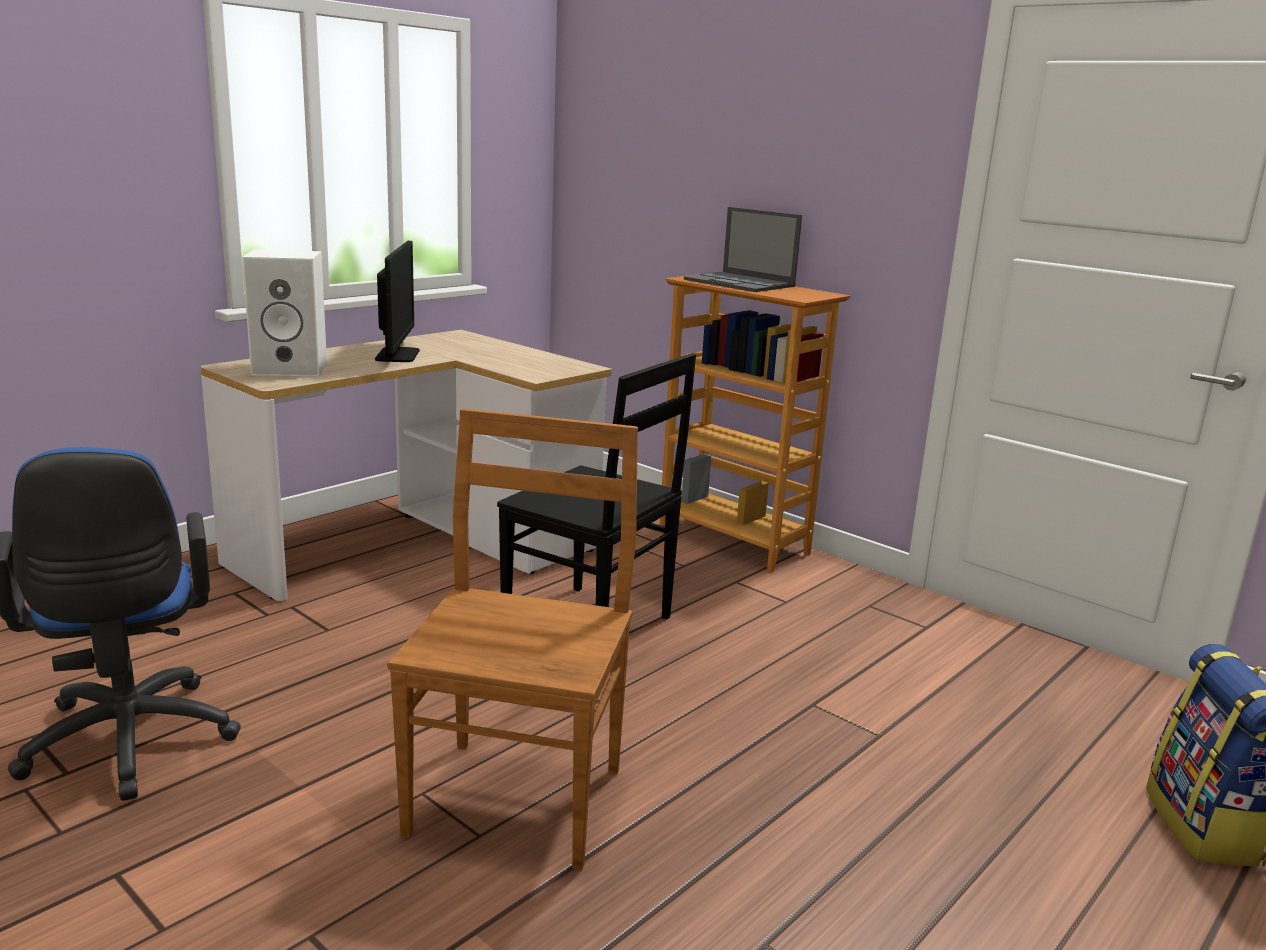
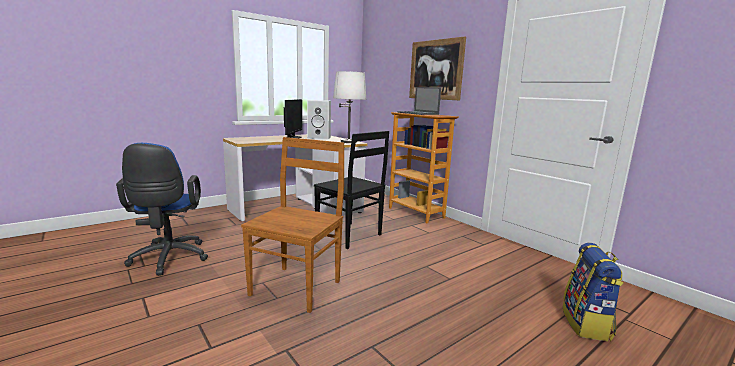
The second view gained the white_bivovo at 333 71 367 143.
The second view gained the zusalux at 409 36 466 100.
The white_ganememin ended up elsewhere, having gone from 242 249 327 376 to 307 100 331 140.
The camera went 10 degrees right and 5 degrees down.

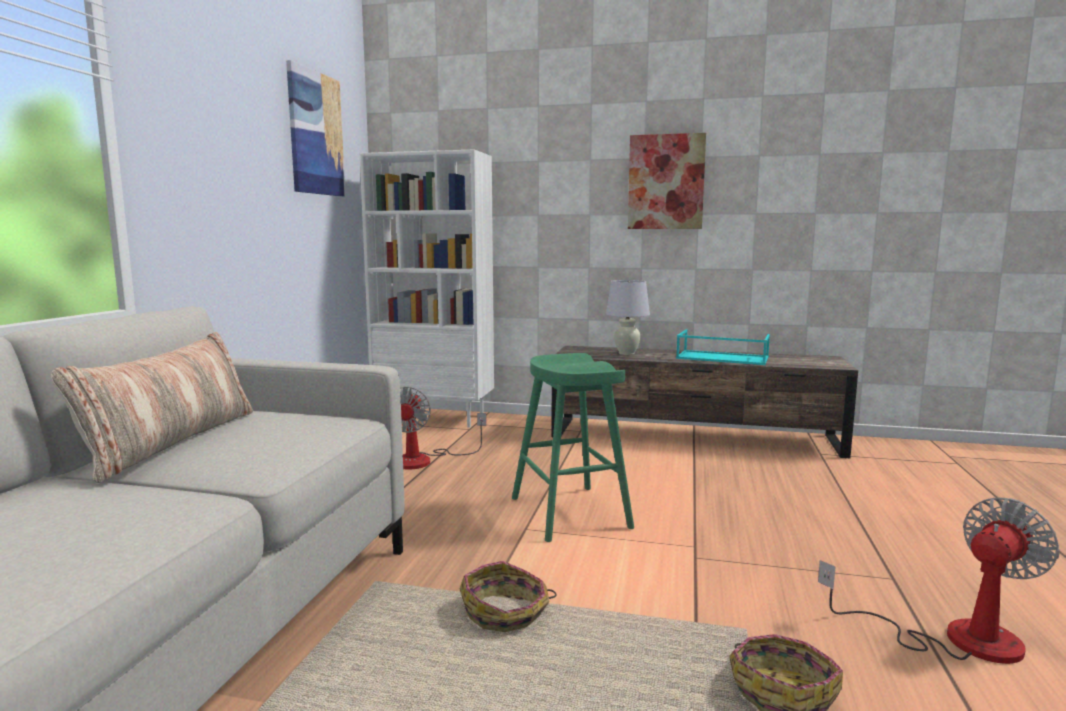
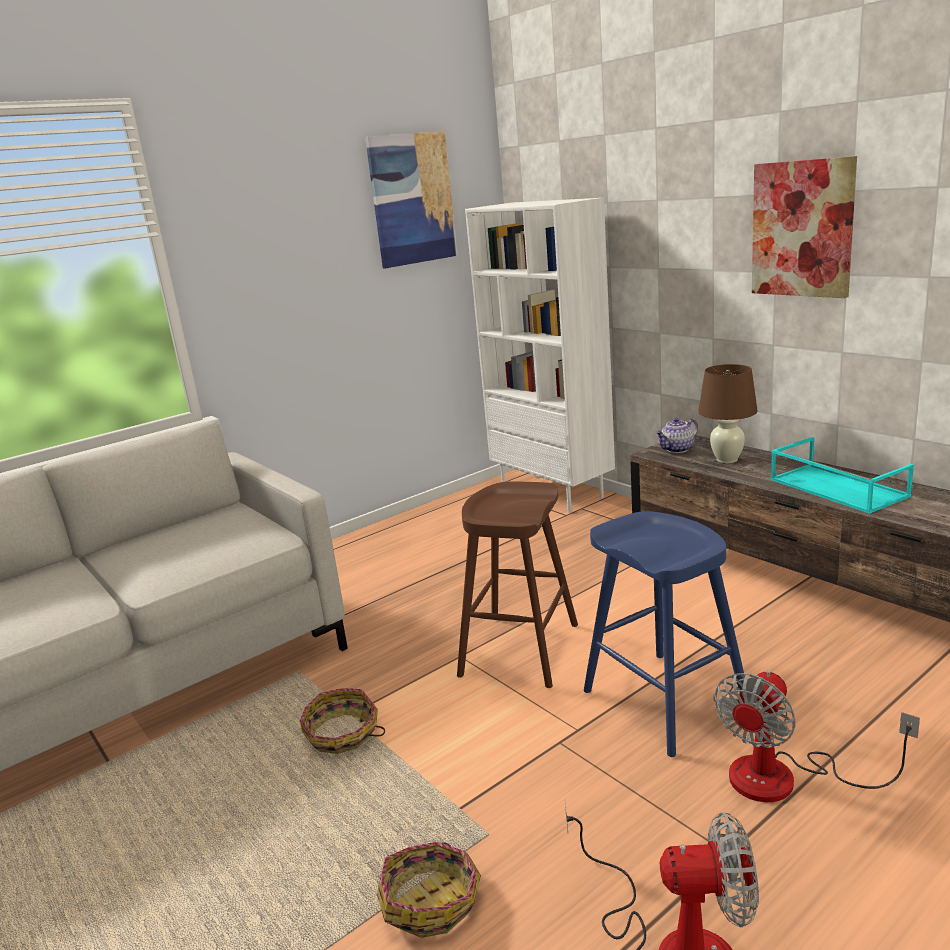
The second view lost the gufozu at 51 332 253 483.
The second view gained the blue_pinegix at 584 511 744 757.
The second view gained the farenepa at 655 418 698 453.
The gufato ended up elsewhere, having gone from 400 387 486 470 to 714 670 920 802.
What was the green_pinegix at 512 353 634 542 turned into the brown_pinegix at 457 481 578 688.
What was the white_bivovo at 606 280 650 355 turned into the brown_bivovo at 698 364 758 463.
The camera went 40 degrees right and 10 degrees up.

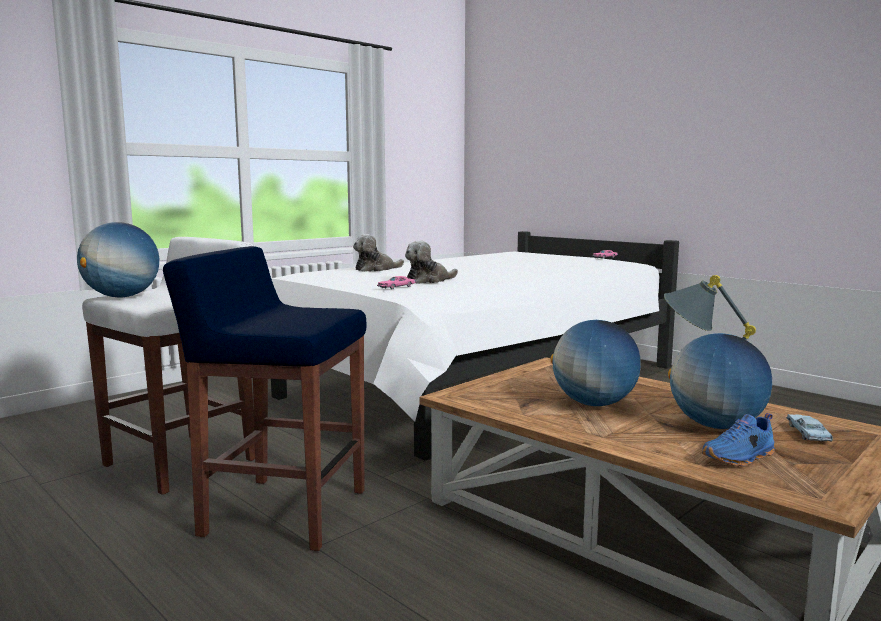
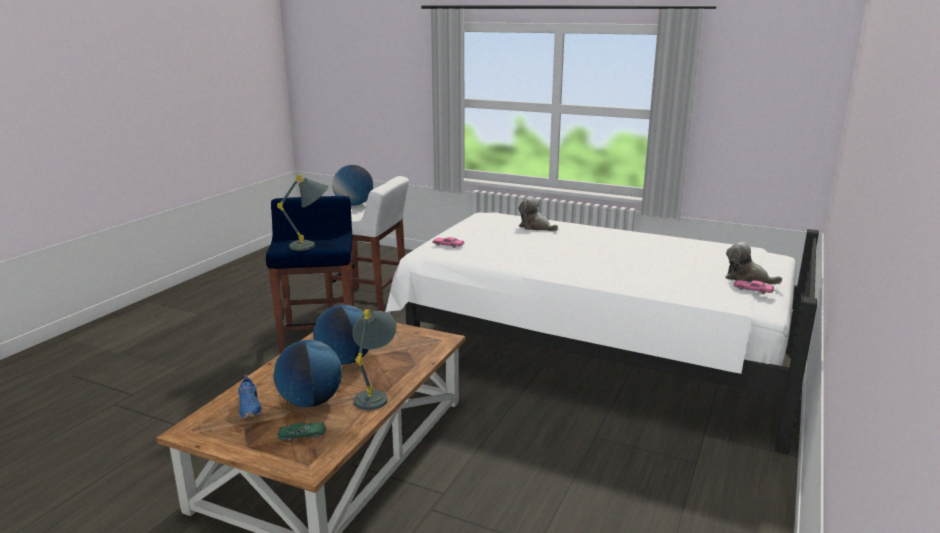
The second view gained the grey_bivovo at 277 174 328 251.
The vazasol ended up elsewhere, having gone from 405 240 458 284 to 725 242 782 284.
What was the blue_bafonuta at 786 414 833 442 turned into the green_bafonuta at 277 422 326 441.
The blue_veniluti at 702 413 775 467 ended up facing another way, 150 degrees counterclockwise from before.
The camera went 70 degrees right and 10 degrees up.

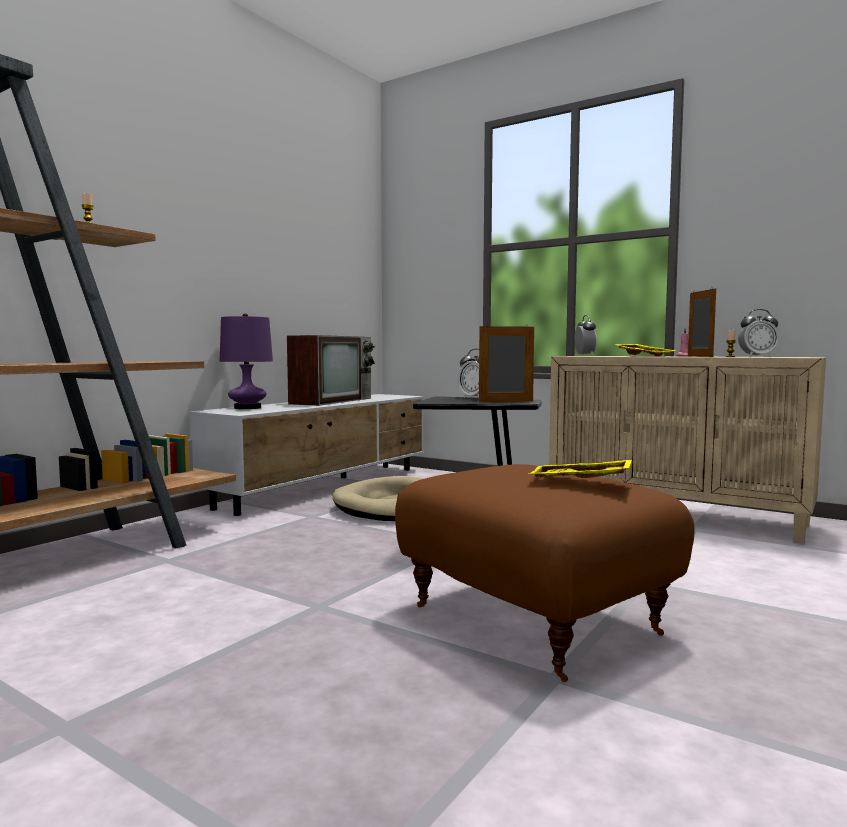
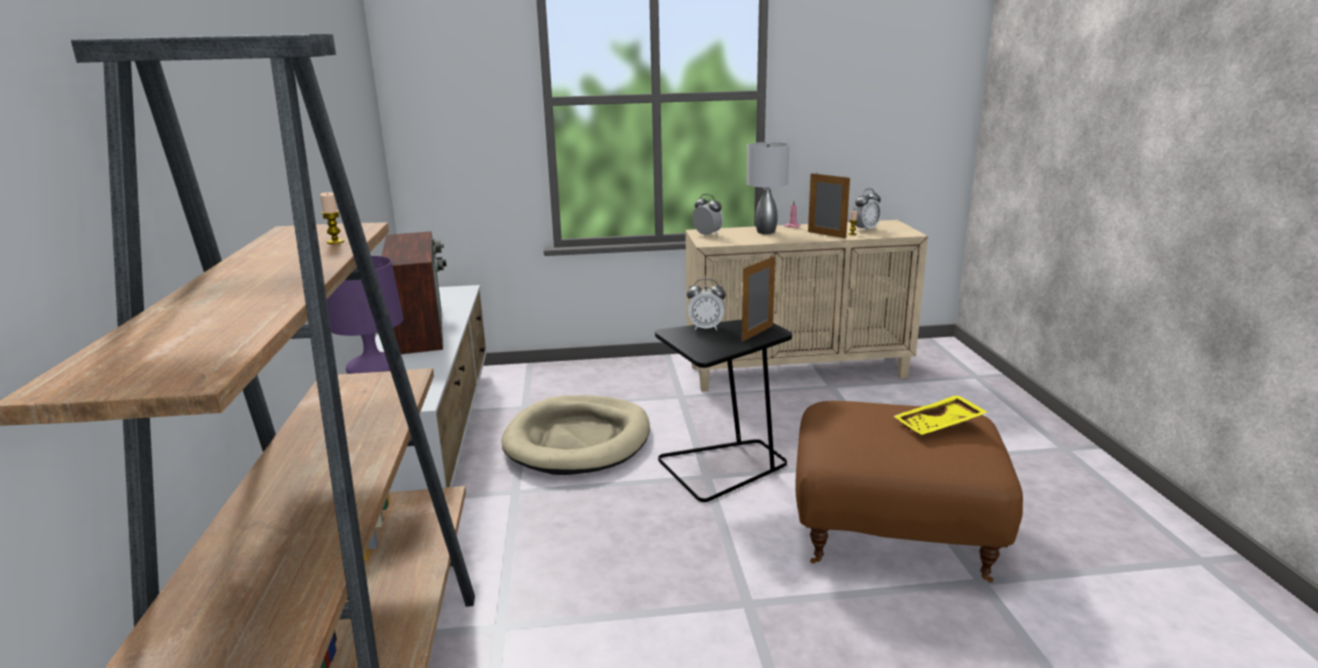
Where the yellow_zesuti stood at 613 344 677 356, the grey_bivovo came to stand at 747 142 790 234.
The camera went 40 degrees left and 15 degrees up.

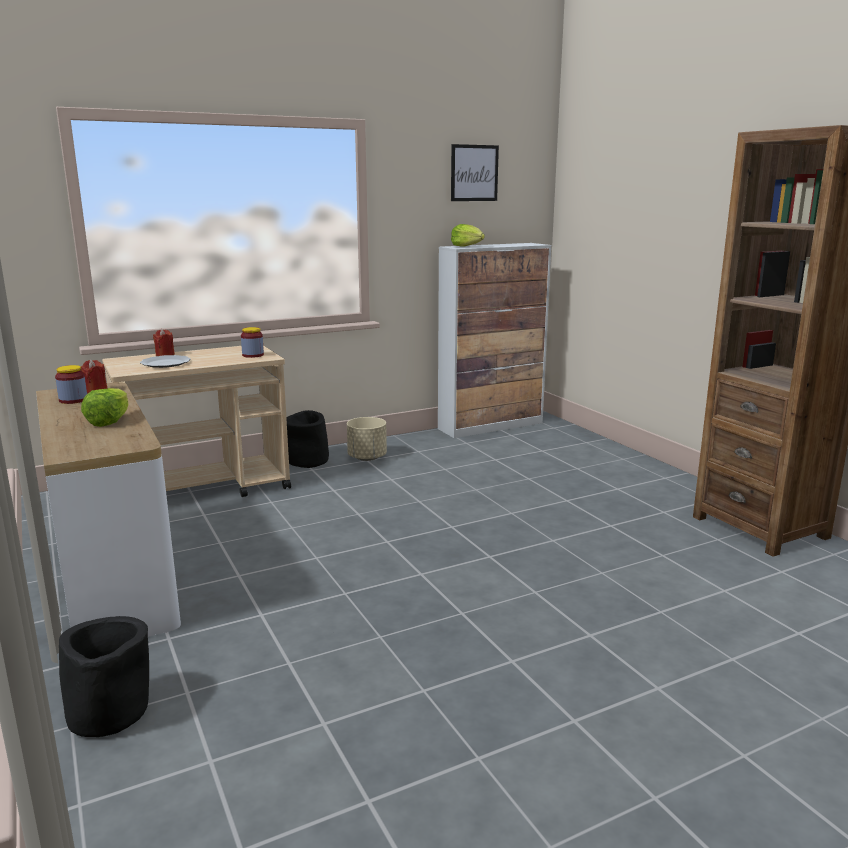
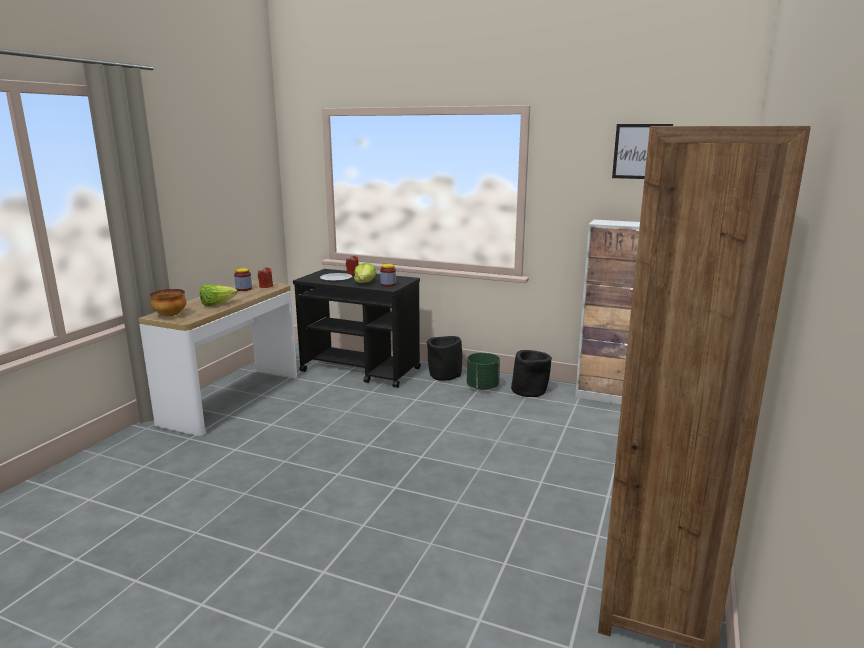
The second view gained the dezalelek at 150 289 187 316.
The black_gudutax ended up elsewhere, having gone from 59 616 149 737 to 511 350 552 397.
The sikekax ended up elsewhere, having gone from 451 224 485 247 to 354 263 377 283.
What was the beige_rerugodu at 102 345 291 497 turned into the black_rerugodu at 293 269 421 388.
What was the beige_gudutax at 347 417 387 461 turned into the green_gudutax at 467 353 500 390.
The camera went 50 degrees right and 0 degrees up.

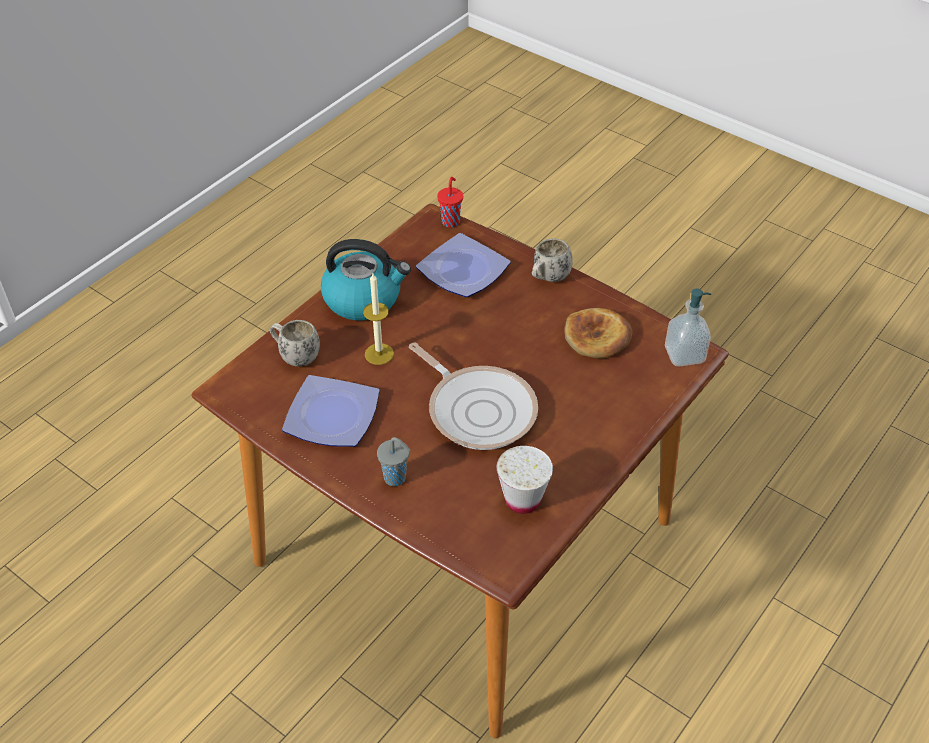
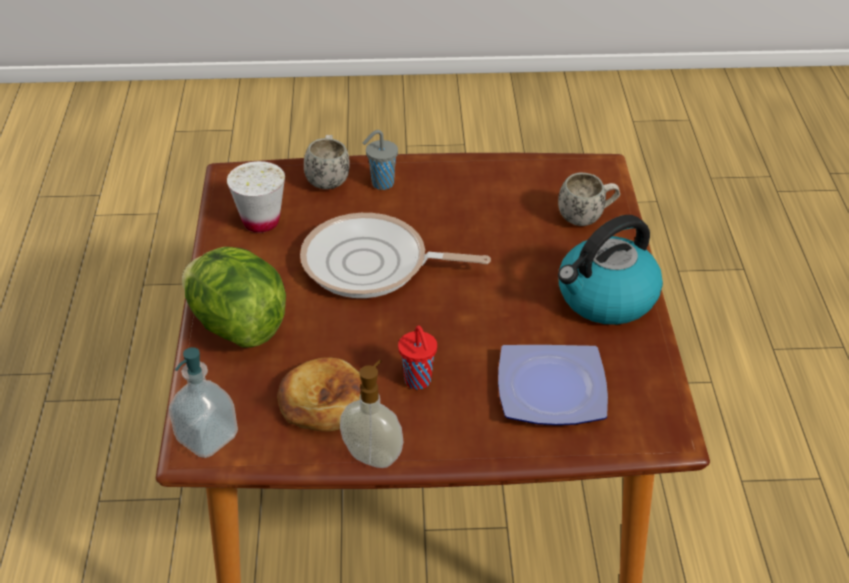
The second view lost the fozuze at 282 375 380 447.
The second view lost the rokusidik at 363 274 394 365.
The second view gained the sikekax at 182 247 286 347.
The second view gained the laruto at 340 360 403 468.
The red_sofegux ended up elsewhere, having gone from 437 177 463 227 to 398 325 437 390.
The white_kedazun ended up elsewhere, having gone from 532 238 573 282 to 304 135 350 189.
The camera went 140 degrees right and 5 degrees down.

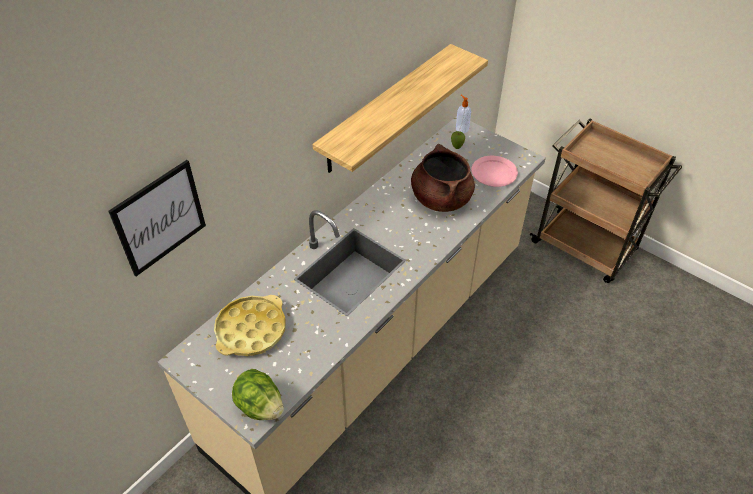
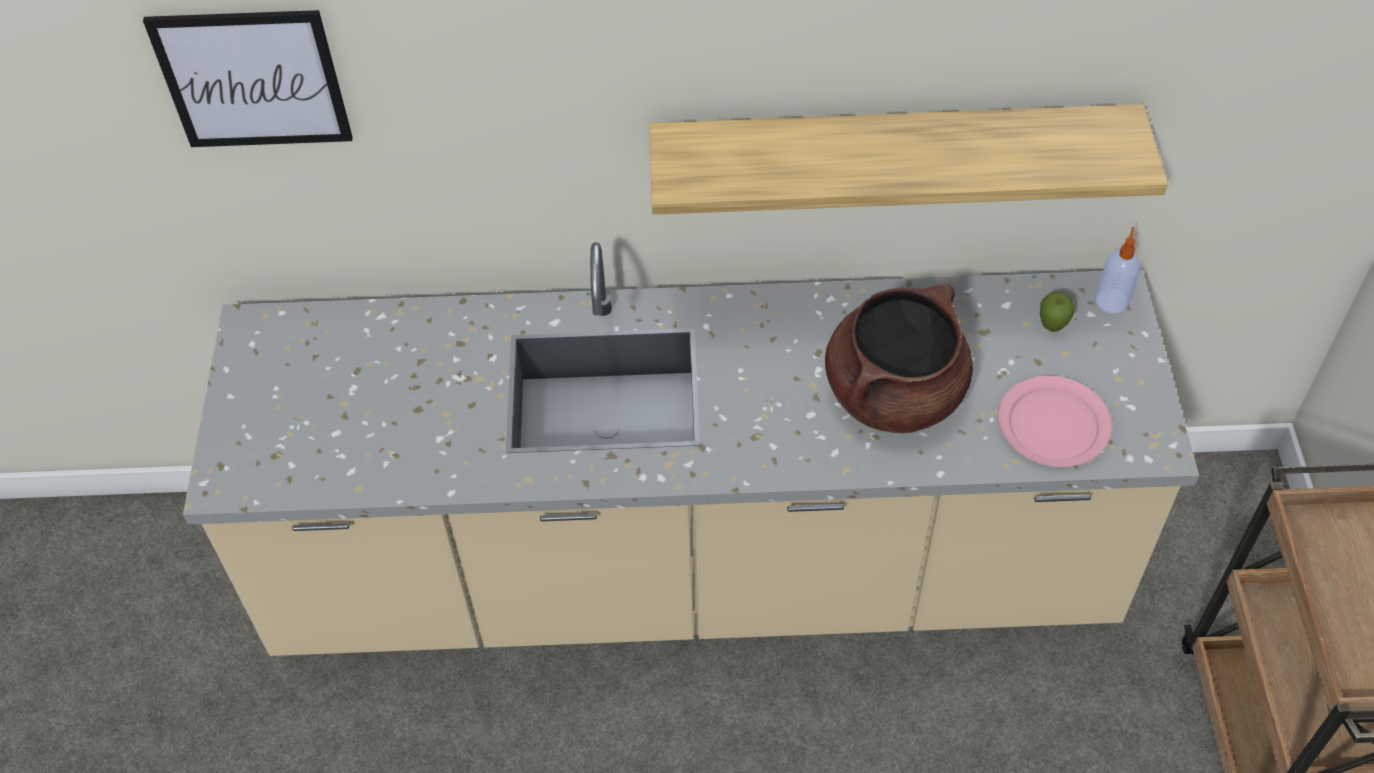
The second view lost the yellow_zesuti at 214 295 286 356.
The second view lost the sikekax at 232 369 284 420.
The camera went 50 degrees right and 5 degrees up.

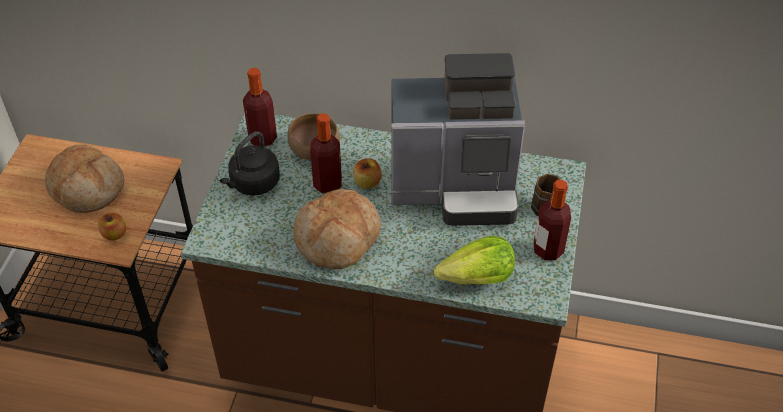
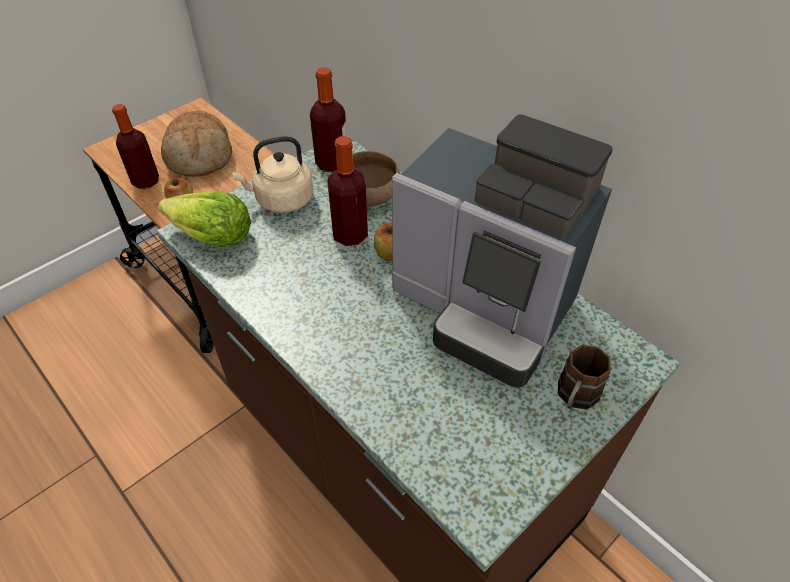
The second view lost the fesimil at 293 189 381 269.
The sikekax ended up elsewhere, having gone from 434 236 515 284 to 158 192 251 247.
The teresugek ended up elsewhere, having gone from 533 180 571 260 to 112 104 159 189.
What was the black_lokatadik at 220 131 280 196 turned into the beige_lokatadik at 232 136 314 213.
The camera went 35 degrees right and 0 degrees up.

